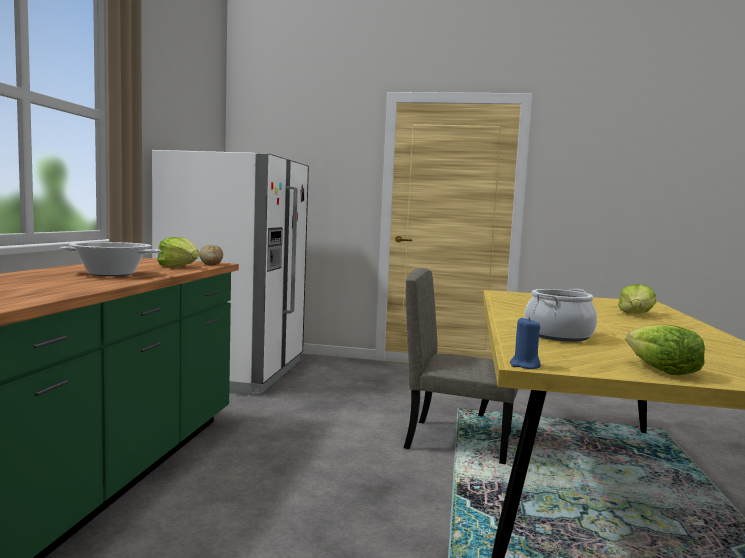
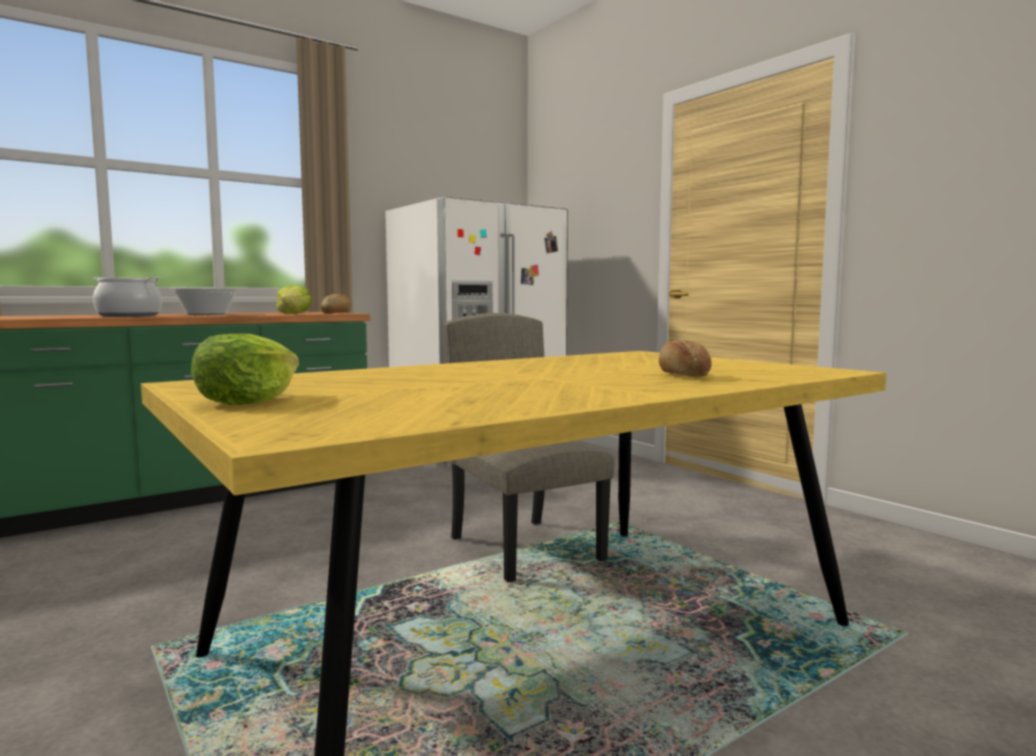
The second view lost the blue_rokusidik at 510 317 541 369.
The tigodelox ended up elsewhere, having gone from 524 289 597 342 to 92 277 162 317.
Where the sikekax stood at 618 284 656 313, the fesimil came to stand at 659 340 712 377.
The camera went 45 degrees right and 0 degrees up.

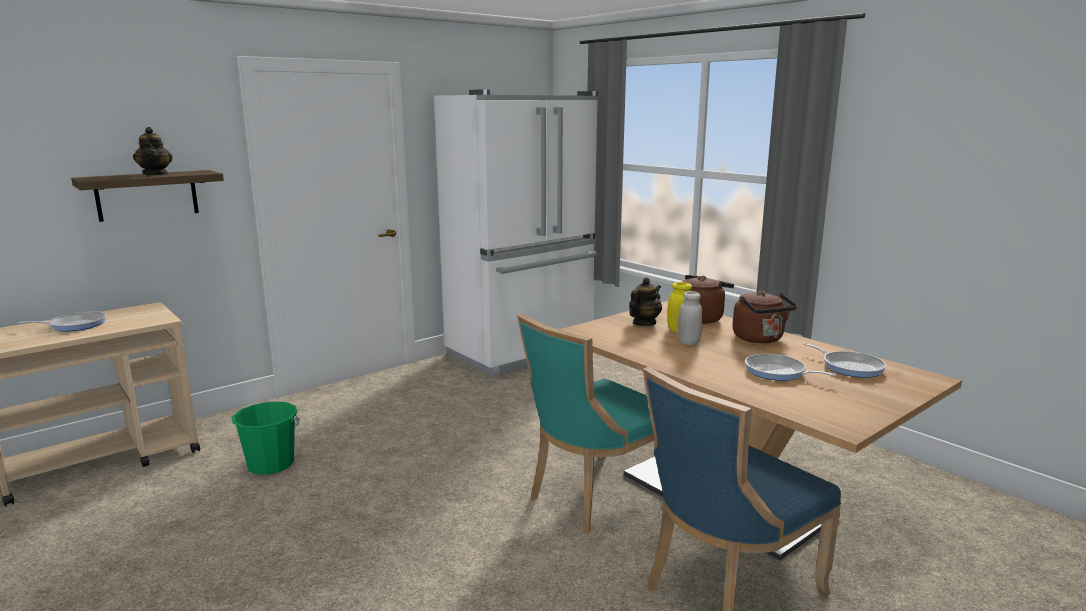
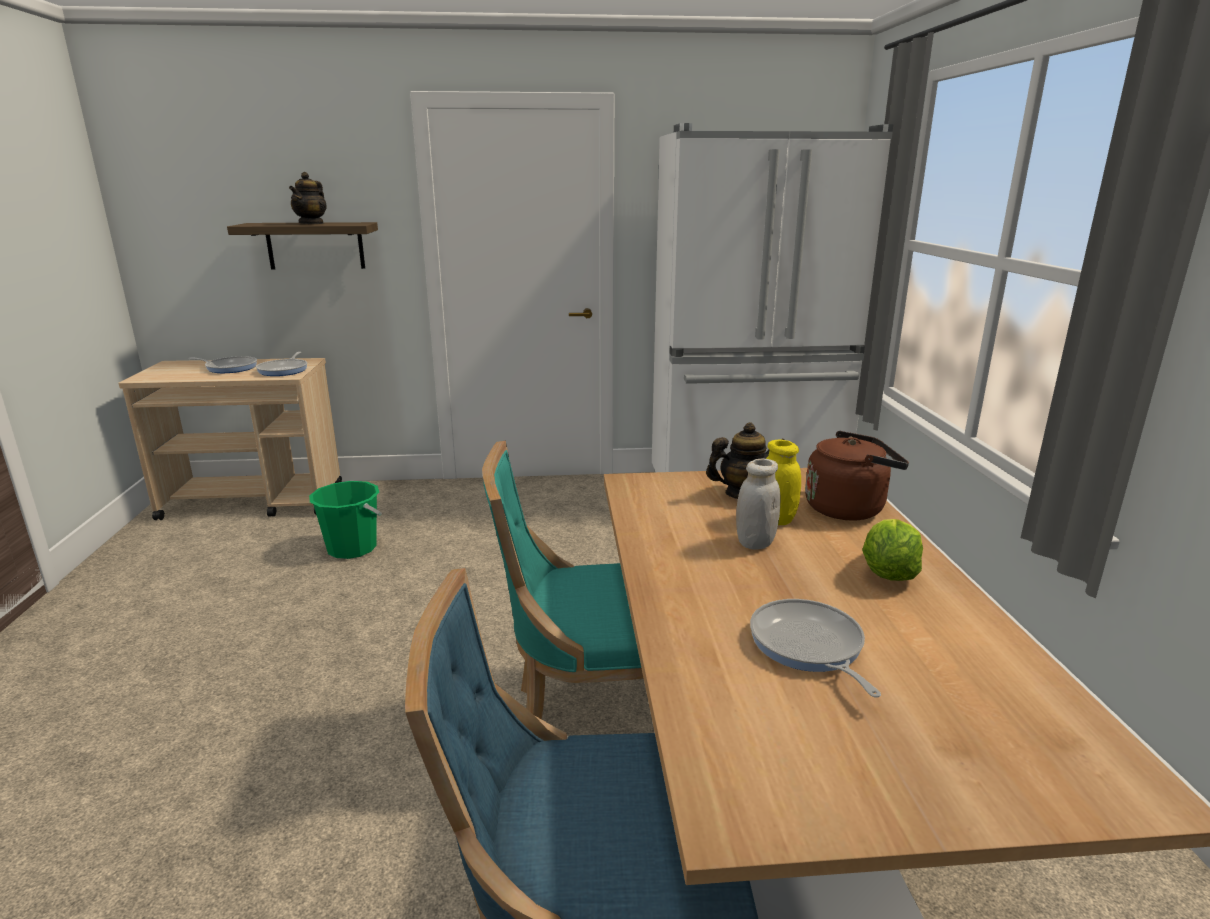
The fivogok ended up elsewhere, having gone from 804 343 886 378 to 256 352 307 376.
Where the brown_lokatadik stood at 733 291 797 343, the sikekax came to stand at 862 519 923 581.
The camera went 35 degrees right and 5 degrees up.

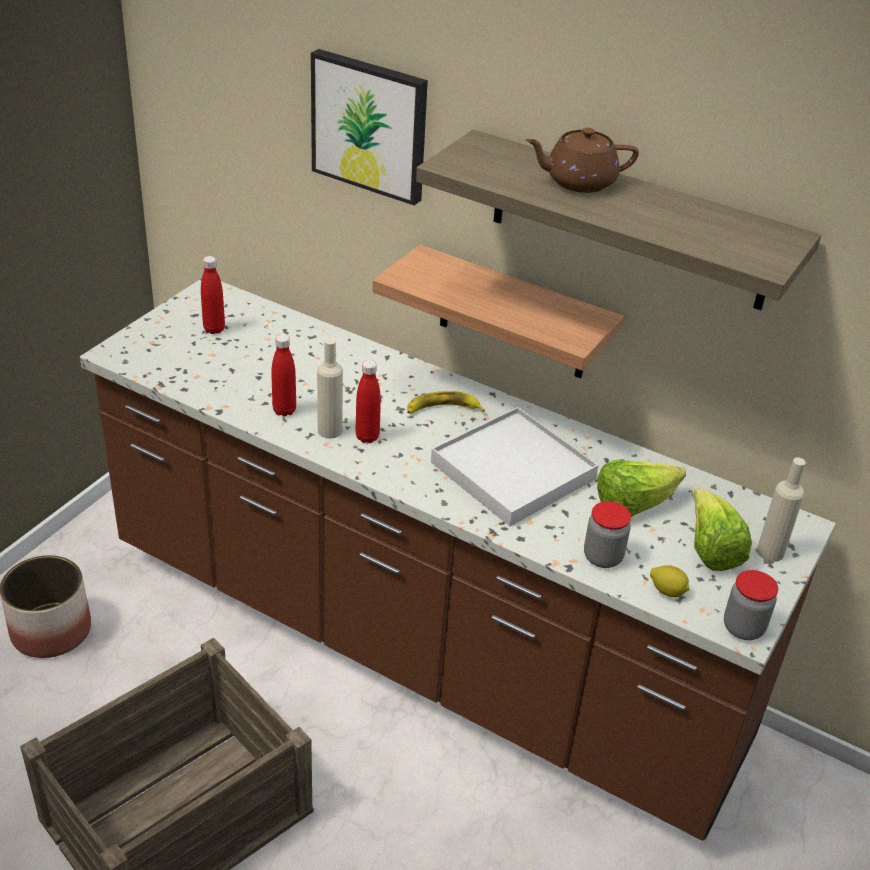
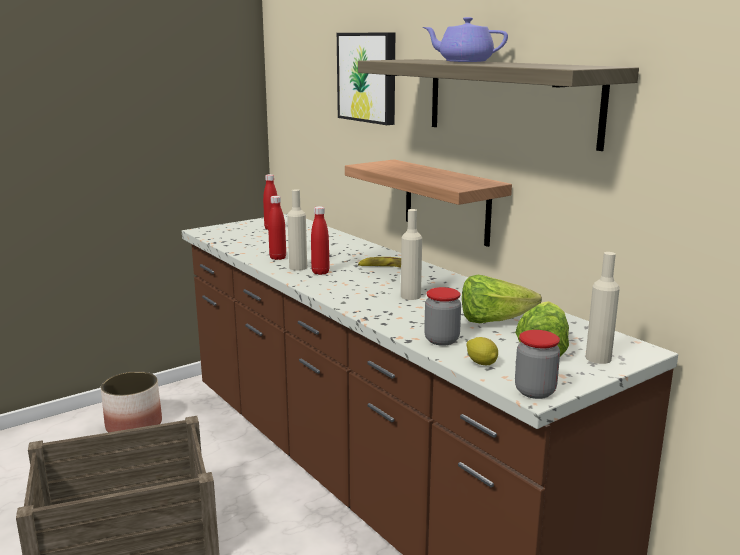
Where the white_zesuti stood at 431 407 599 526, the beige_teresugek came to stand at 401 209 422 300.
What was the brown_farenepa at 526 128 639 193 turned into the purple_farenepa at 423 17 508 62.
The camera went 25 degrees right and 20 degrees down.

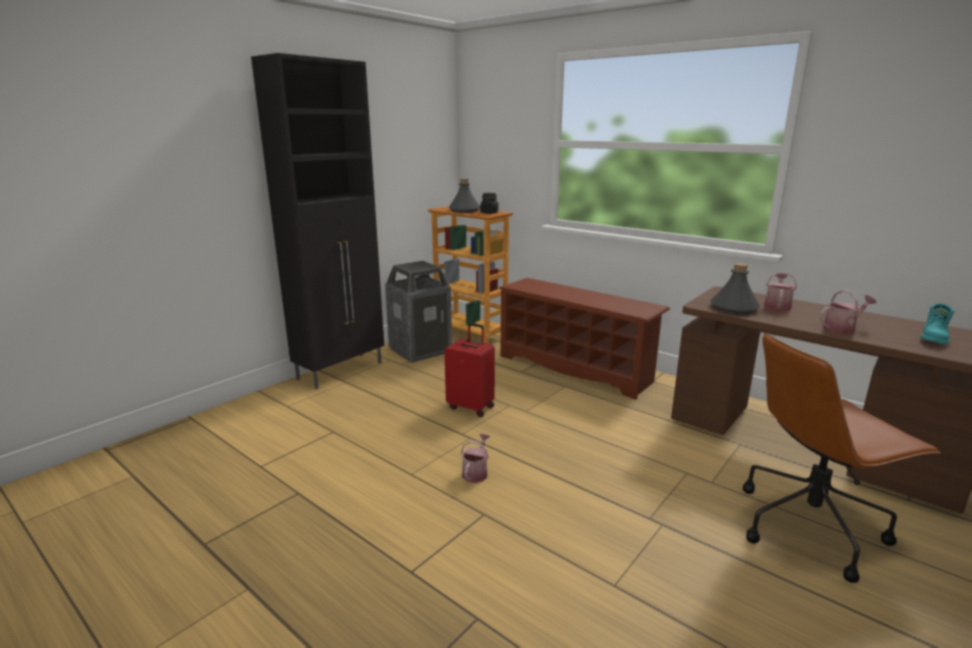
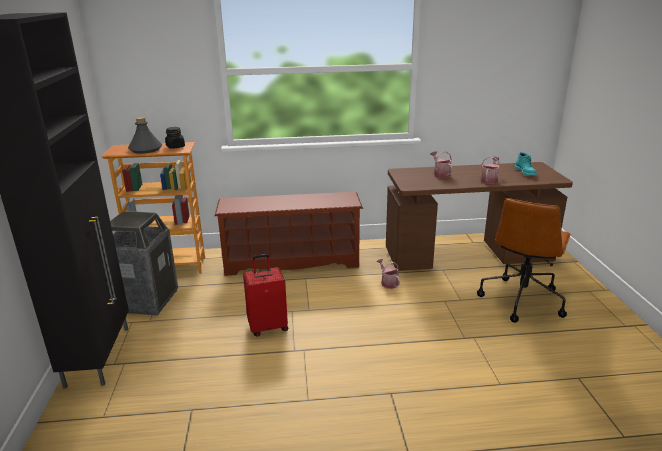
The second view lost the grey_teresugek at 710 263 760 314.
The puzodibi ended up elsewhere, having gone from 461 434 490 483 to 377 259 400 289.
The camera went 45 degrees left and 5 degrees up.

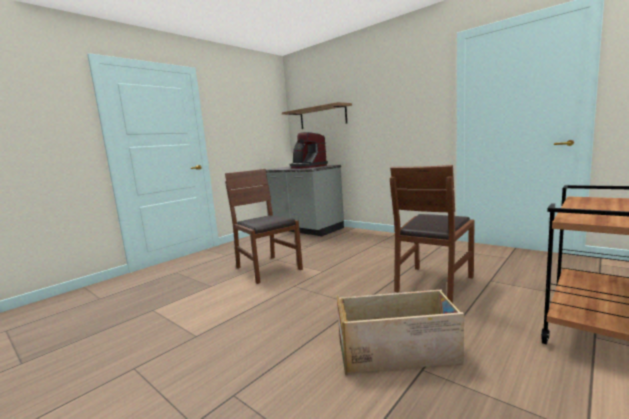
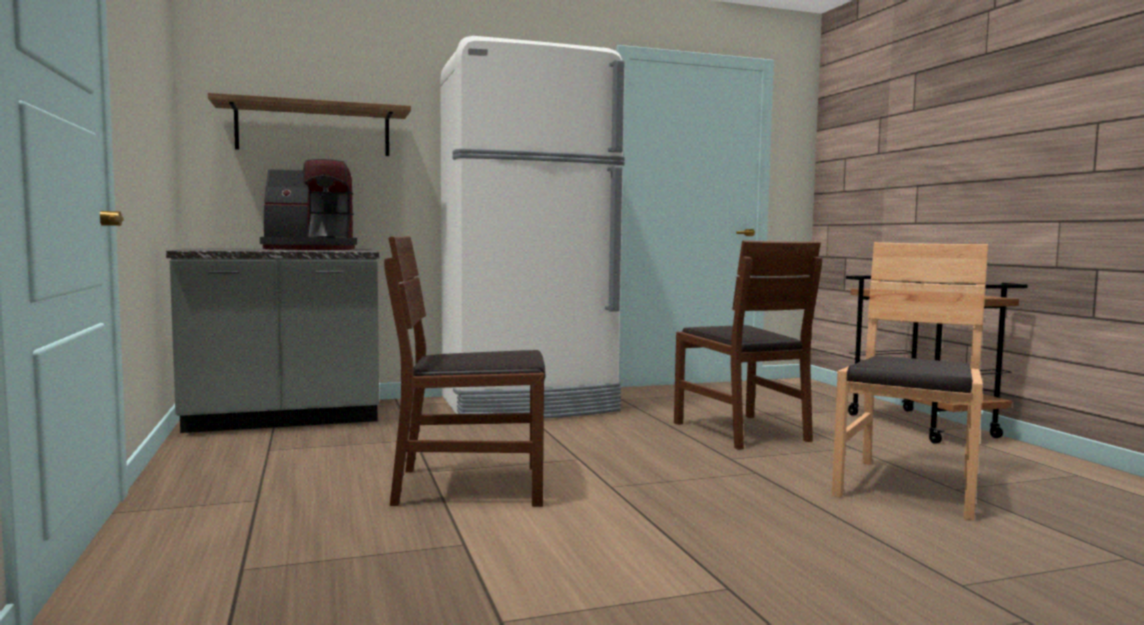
The second view gained the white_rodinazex at 441 36 625 419.
Where the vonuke stood at 337 290 464 375, the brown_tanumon came to stand at 832 242 988 521.
The camera went 60 degrees left and 5 degrees down.

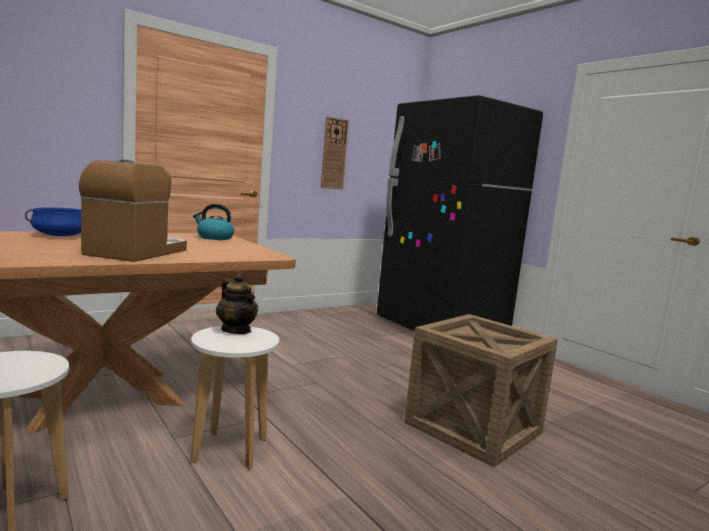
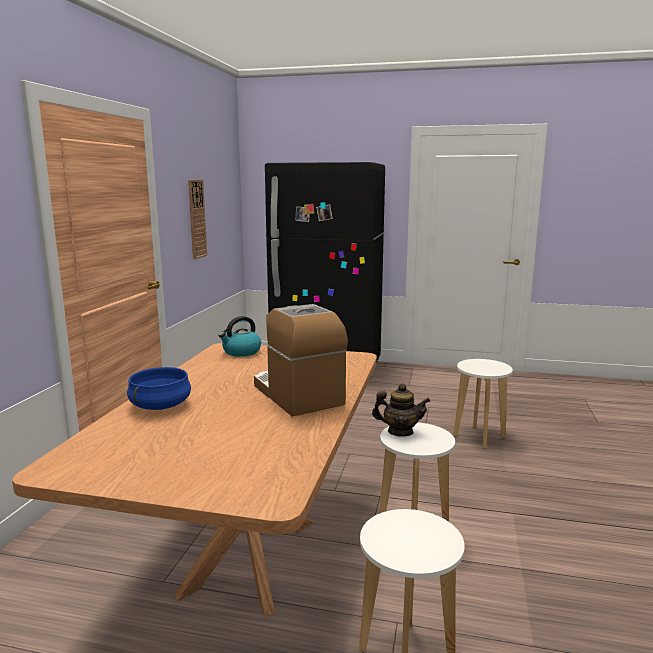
Where the vonuke stood at 404 314 558 467, the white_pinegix came to stand at 453 359 513 449.
The camera went 40 degrees left and 5 degrees up.

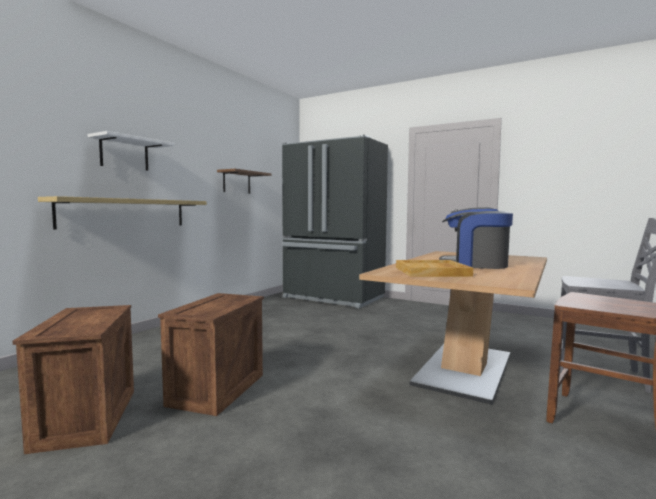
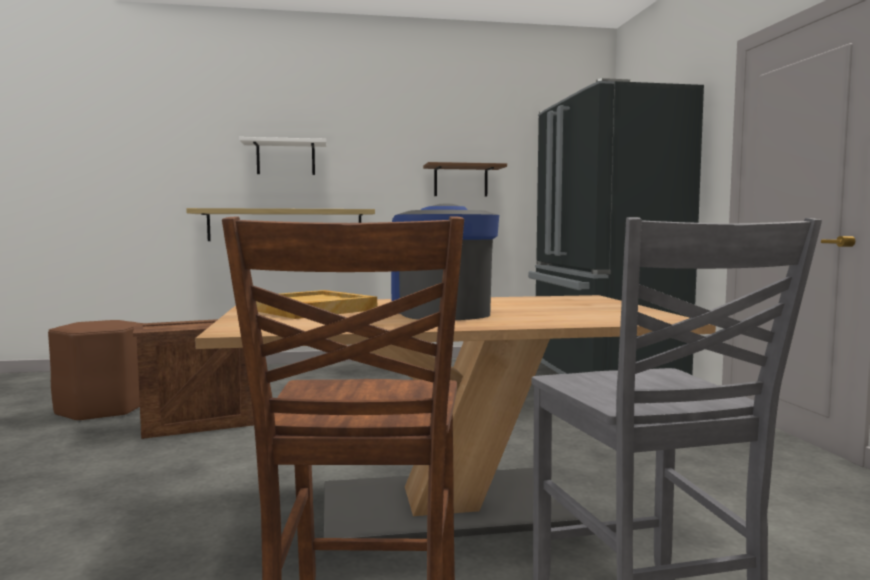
Where the vonuke stood at 13 305 134 454, the brown_pinegix came to stand at 48 320 141 422.
The camera went 50 degrees right and 0 degrees up.

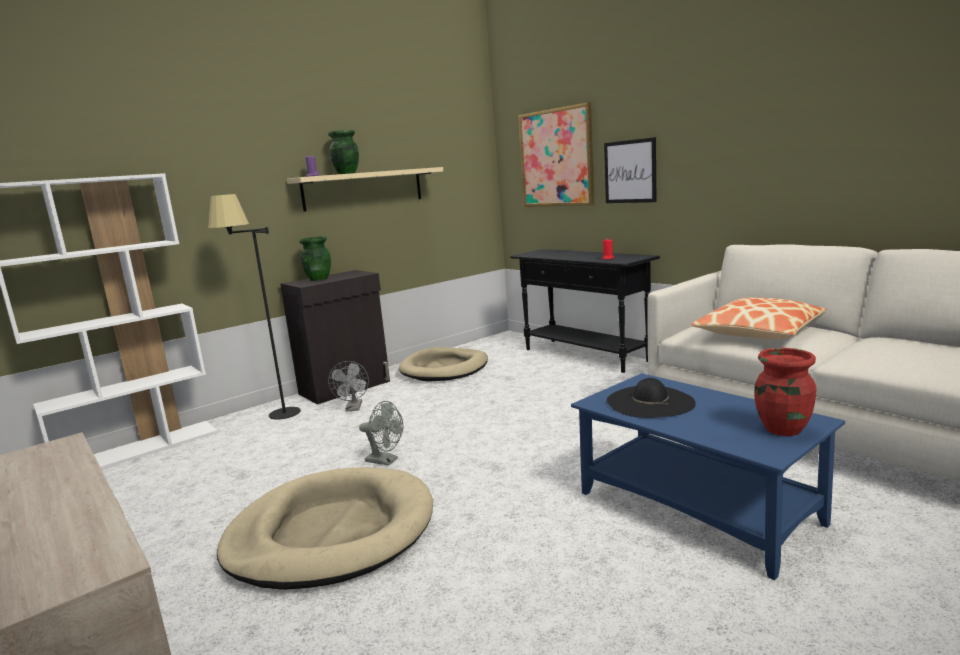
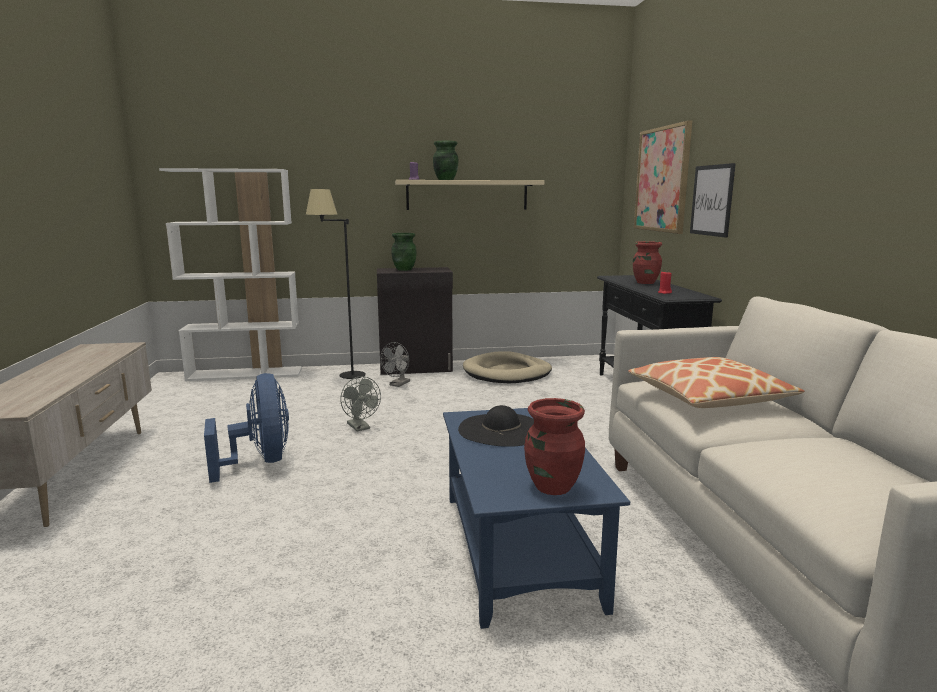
The second view gained the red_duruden at 633 241 662 284.
Where the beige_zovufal stood at 217 467 433 590, the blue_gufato came to stand at 204 373 289 483.
The camera went 30 degrees right and 0 degrees up.

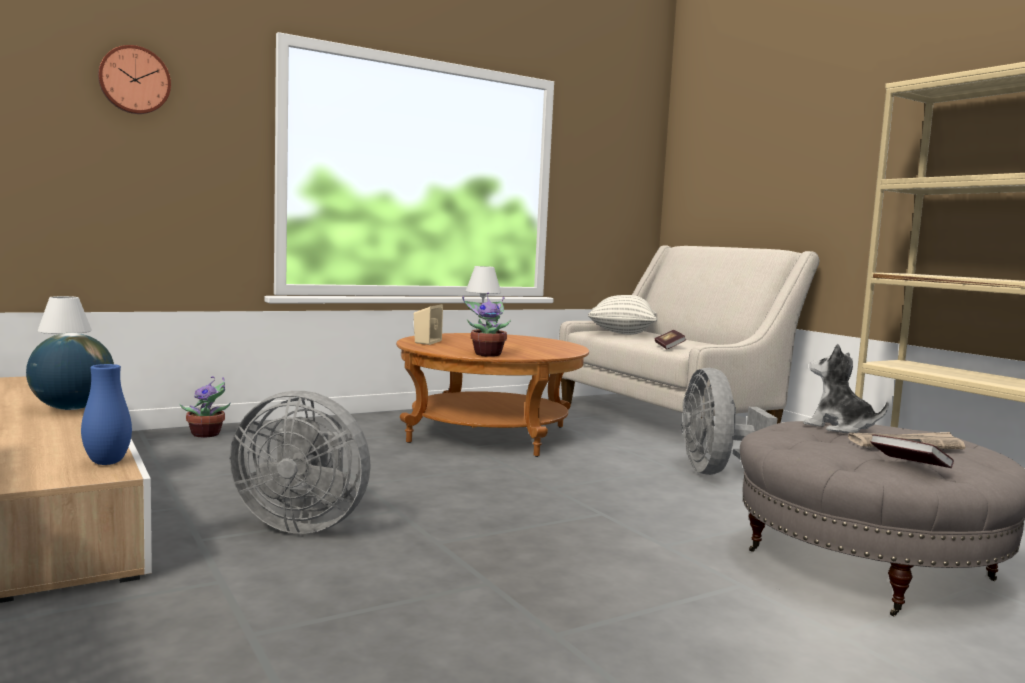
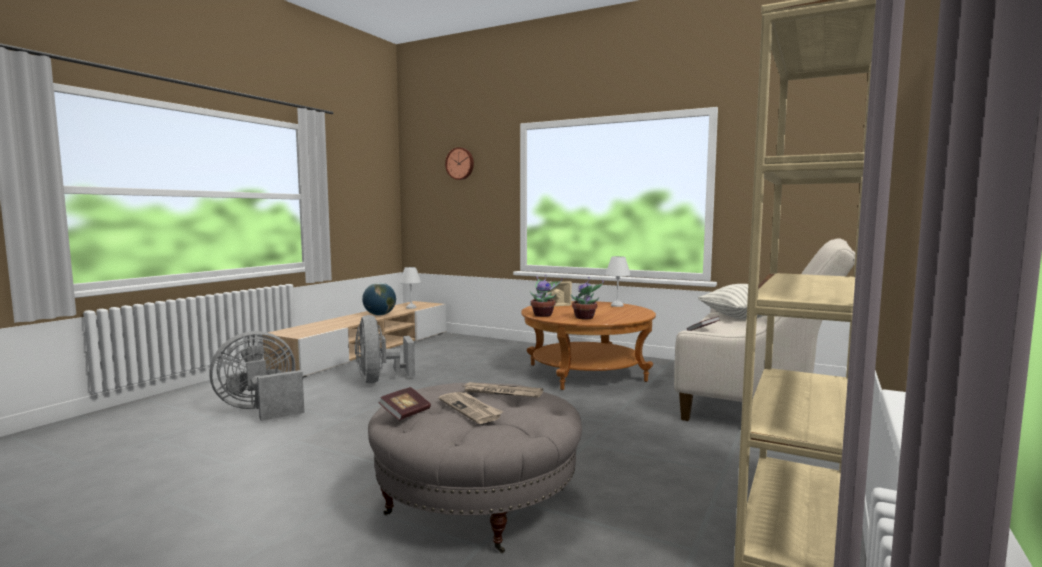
The second view lost the blue_duruden at 81 364 132 465.
The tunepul ended up elsewhere, having gone from 179 376 231 437 to 571 277 604 319.
The grey_gufato ended up elsewhere, having gone from 681 368 777 475 to 209 331 305 421.
Where the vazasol stood at 803 344 889 433, the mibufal came to stand at 463 382 543 398.
The camera went 60 degrees right and 0 degrees up.

